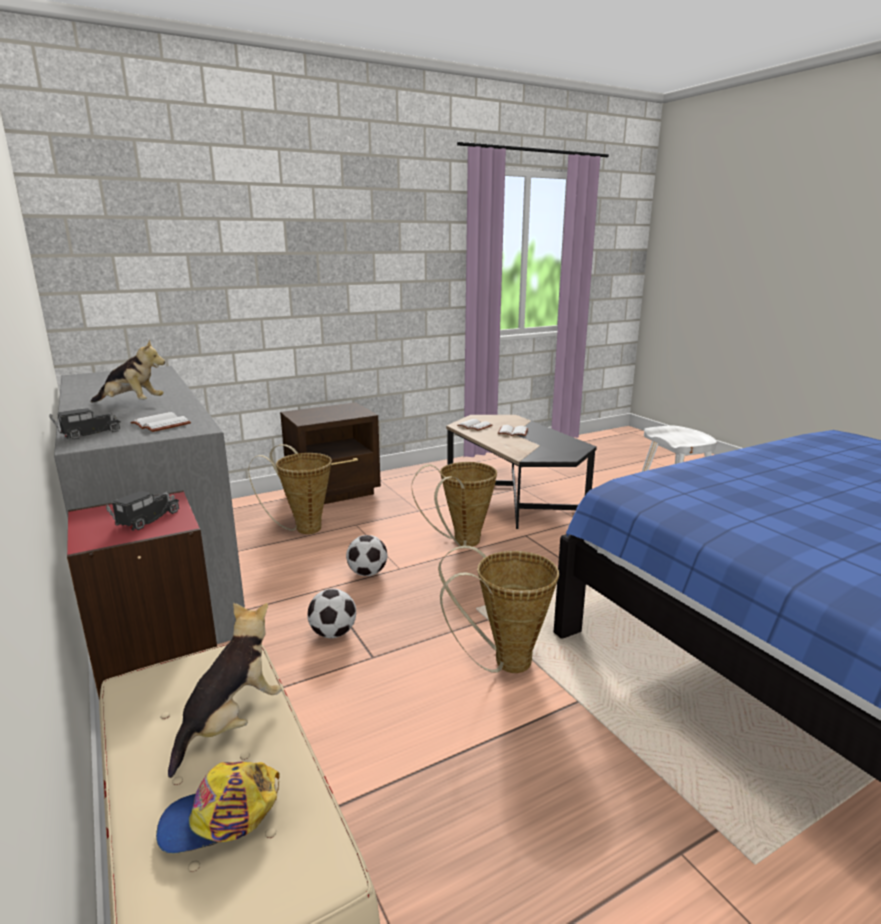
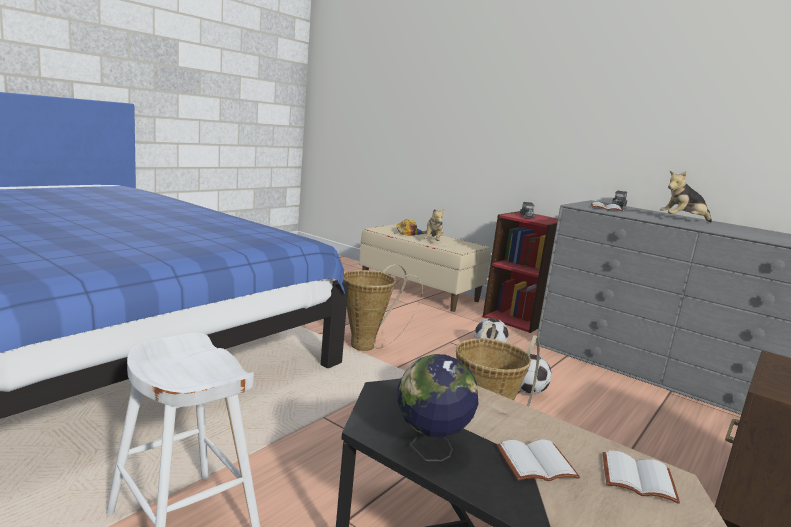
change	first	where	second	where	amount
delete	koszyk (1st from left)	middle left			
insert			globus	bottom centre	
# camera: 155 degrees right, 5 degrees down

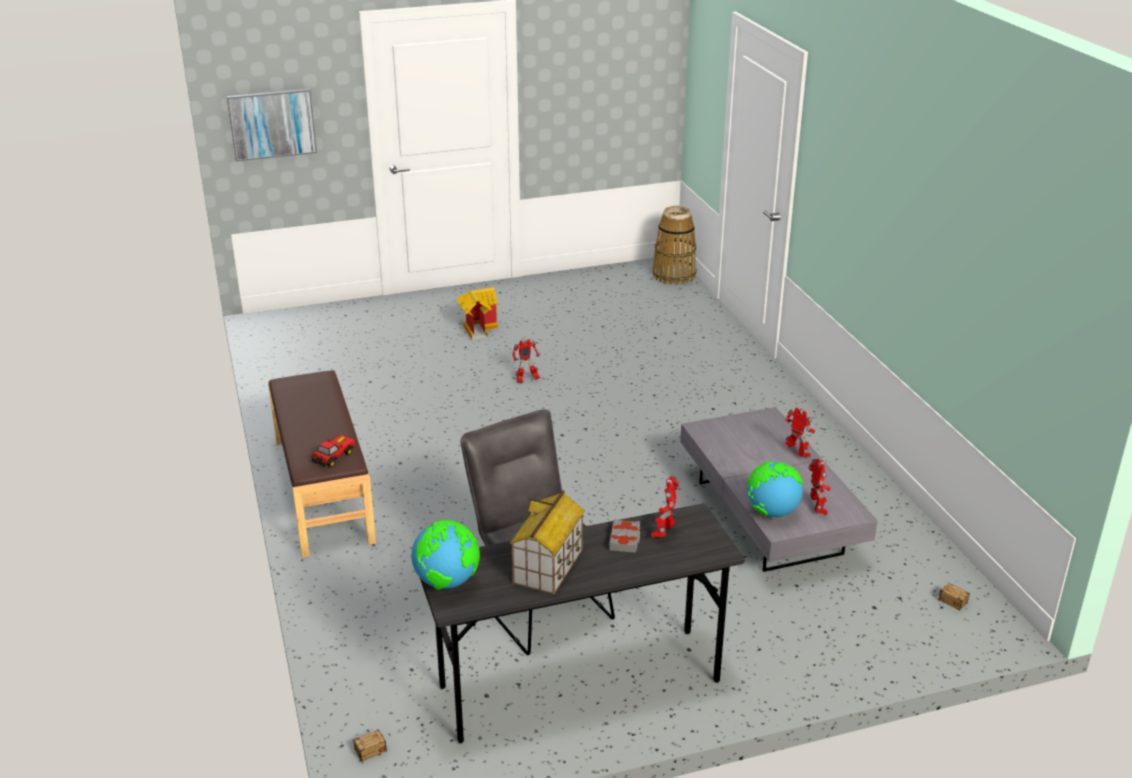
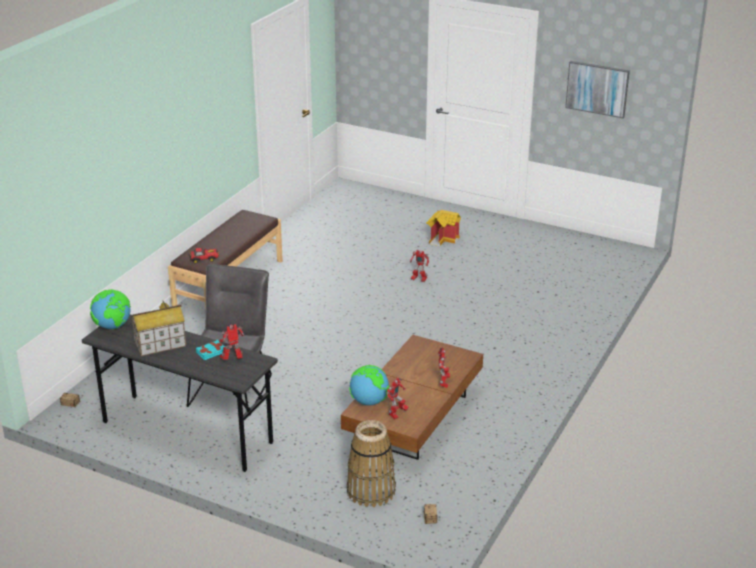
change	first	where	second	where	amount
move	obraz	top left		top right	
move	koszyk	top centre		bottom centre	
recolor	książka/szary	bottom centre	książka/turkusowy	middle left	
recolor	ława/szary	middle right	ława/brązowy	bottom centre	
# camera: 45 degrees right, 0 degrees up

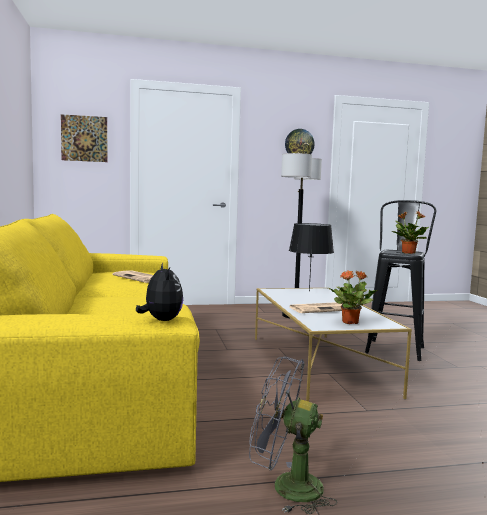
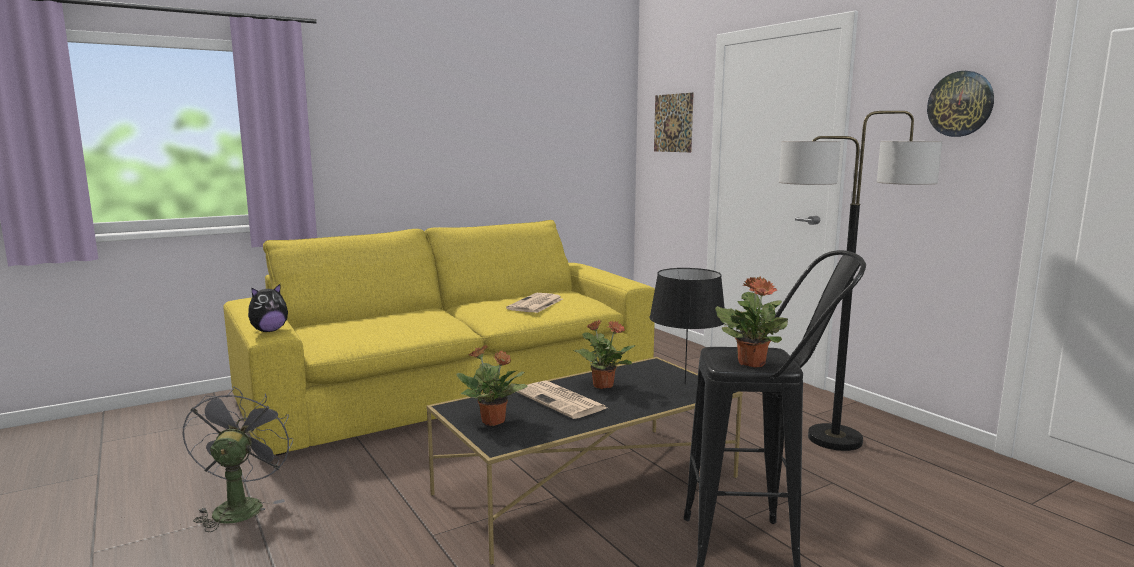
change	first	where	second	where	amount
insert			roślina doniczkowa (2nd from left)	centre	
recolor	ława/biały	bottom right	ława/czarny	bottom centre	
# camera: 70 degrees right, 5 degrees up

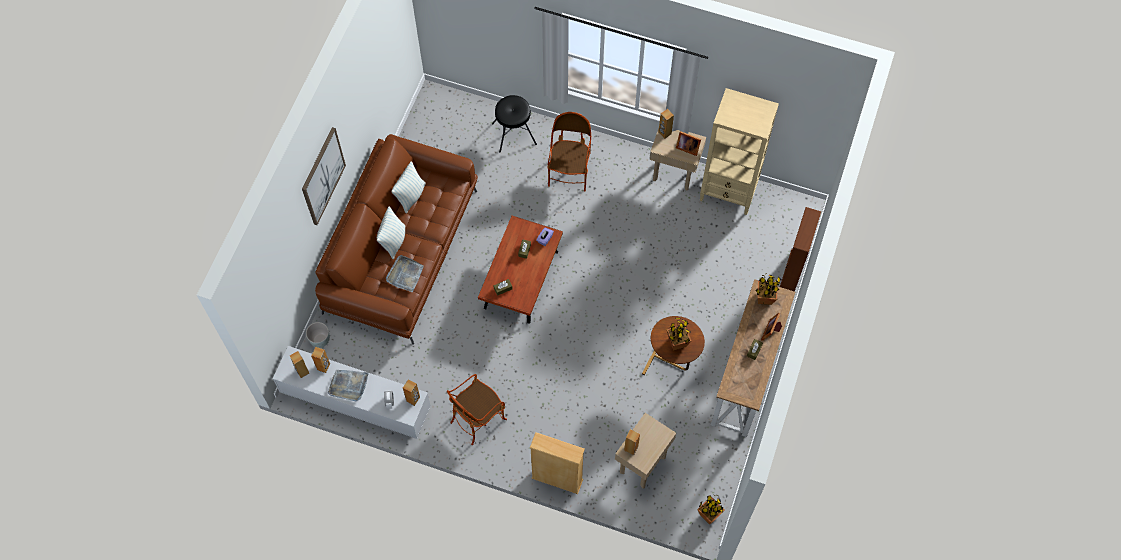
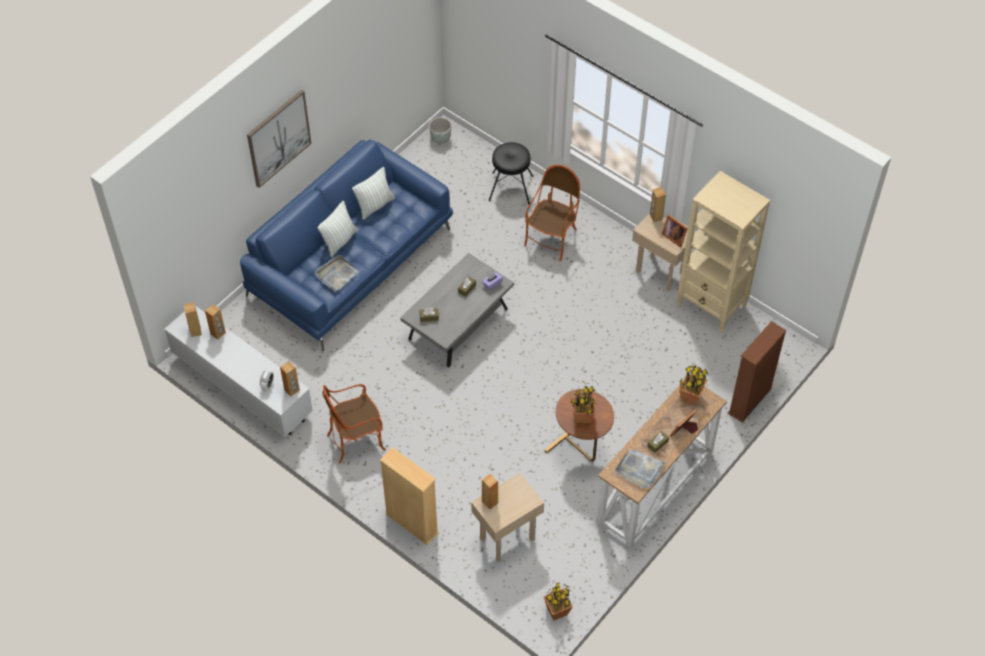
change	first	where	second	where	amount
move	donica/szary	middle left		top centre	
move	taca/szary (1st from left in the first image)	bottom left	taca/szary (2nd from left)	bottom centre	
recolor	kanapa/brązowy	centre	kanapa/niebieski	centre	
recolor	ława/brązowy	centre	ława/szary	centre	
# camera: 20 degrees right, 10 degrees down

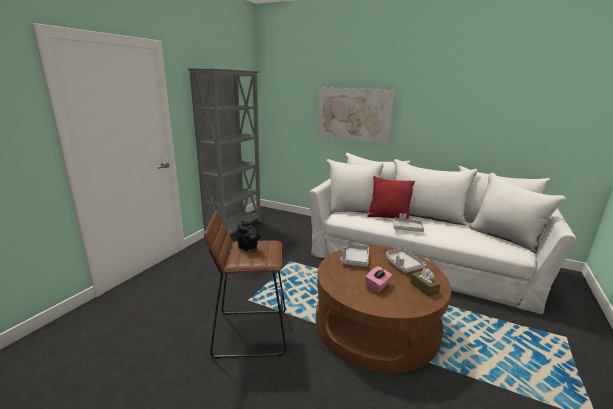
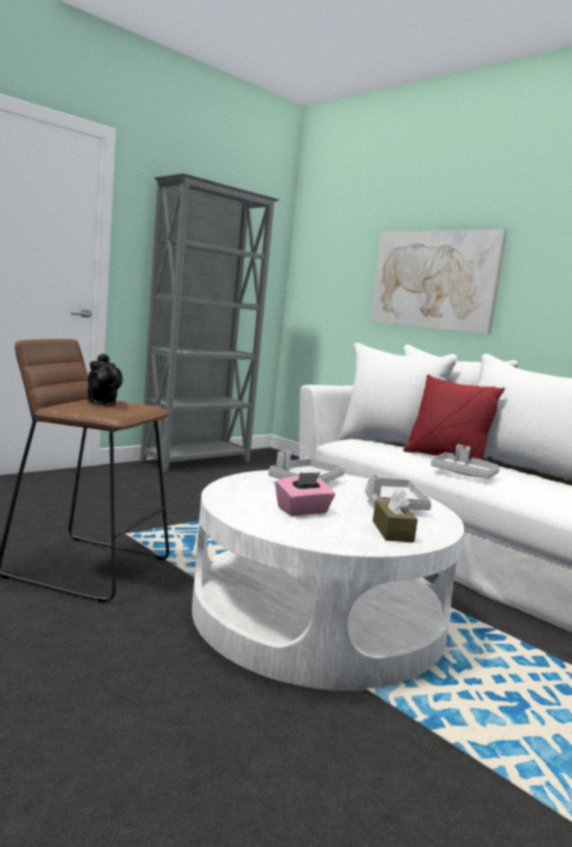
change	first	where	second	where	amount
recolor	ława/brązowy	bottom centre	ława/biały	bottom centre	
# camera: 20 degrees right, 10 degrees down

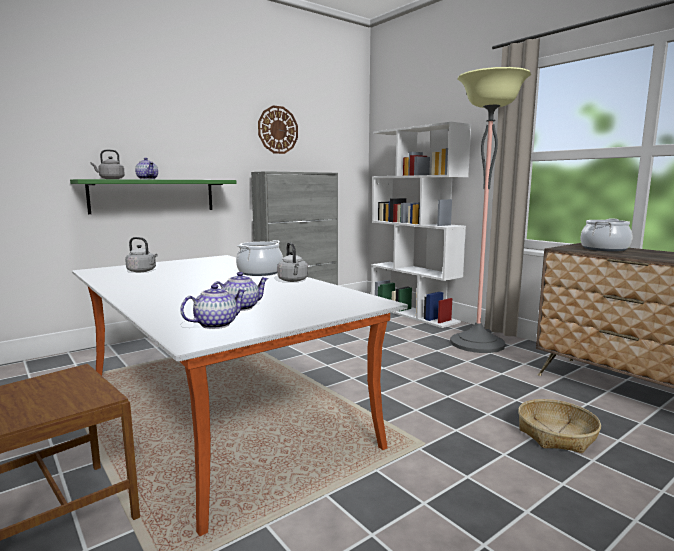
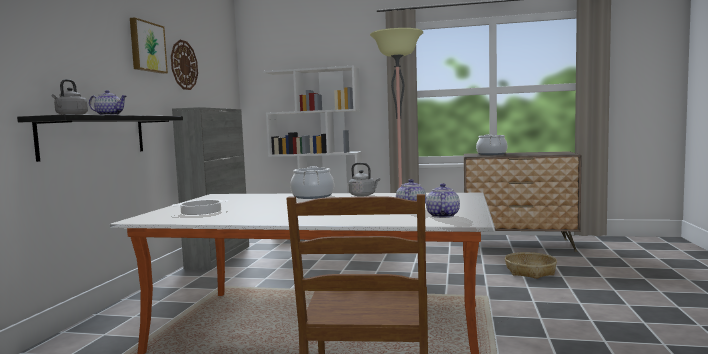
change	first	where	second	where	amount
insert			obraz	top left	
replace	czajnik/szary (2nd from left)	middle left	garnek (1st from left)	middle left	
recolor	półka/zielony	middle left	półka/czarny	middle left	
# camera: 40 degrees left, 5 degrees down

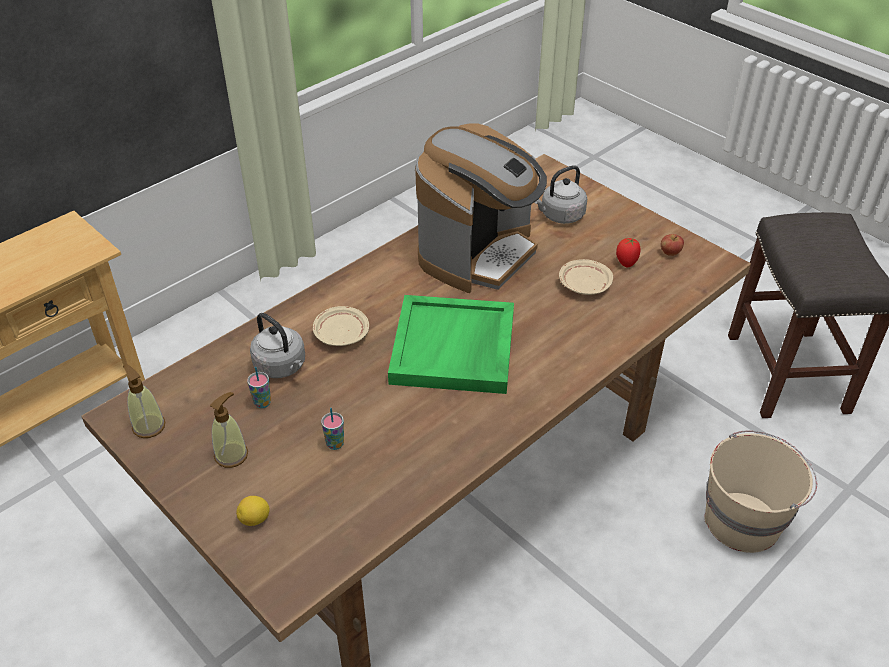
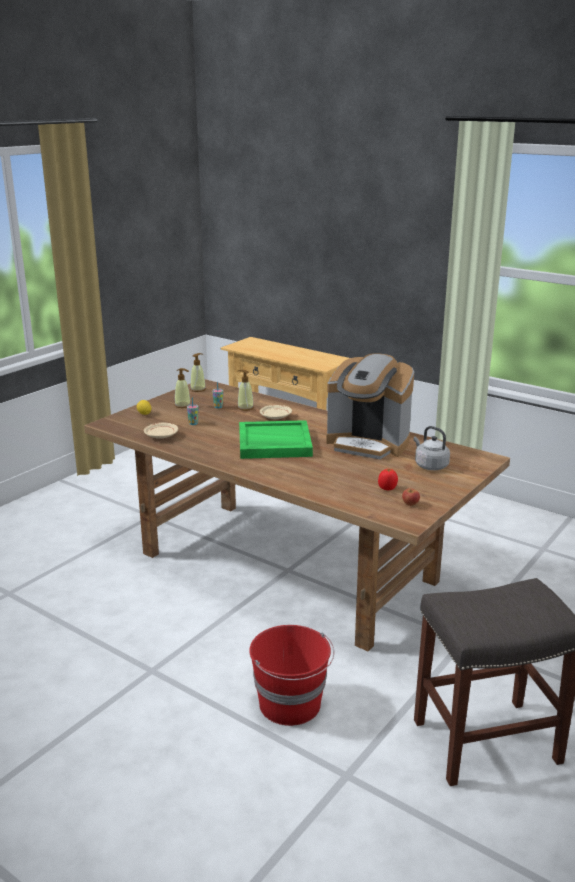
change	first	where	second	where	amount
move	talerz/beżowy (2nd from left in the first image)	centre	talerz/beżowy (1st from left)	middle left	
replace	czajnik/szary (1st from left)	middle left	dozownik mydła (3rd from left)	centre	
recolor	wiadro/beżowy	bottom right	wiadro/czerwony	bottom centre	
# camera: 80 degrees right, 20 degrees down

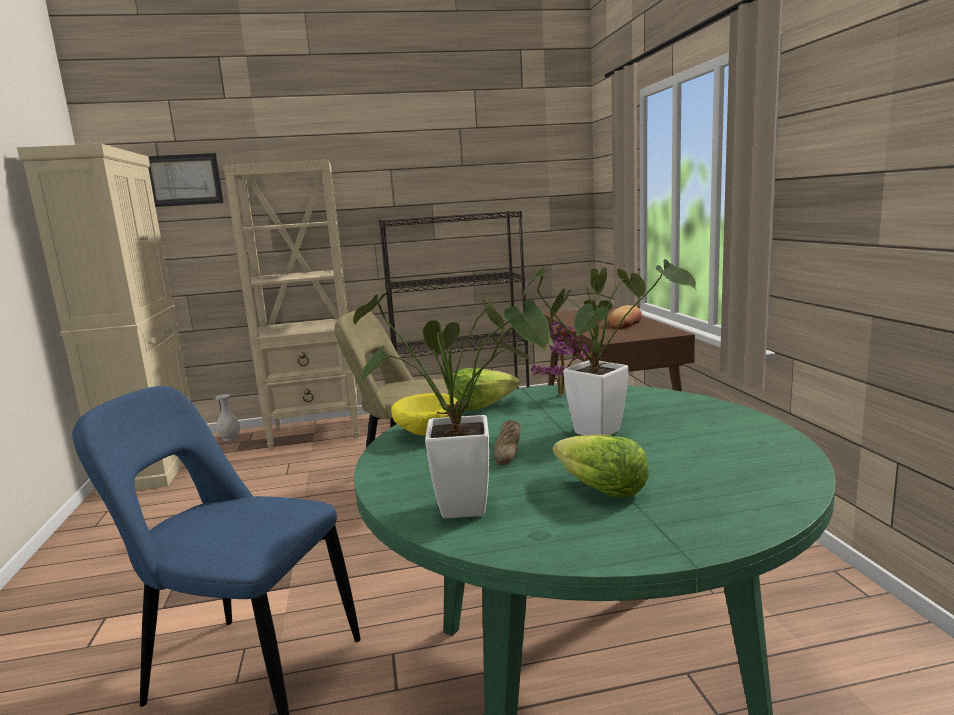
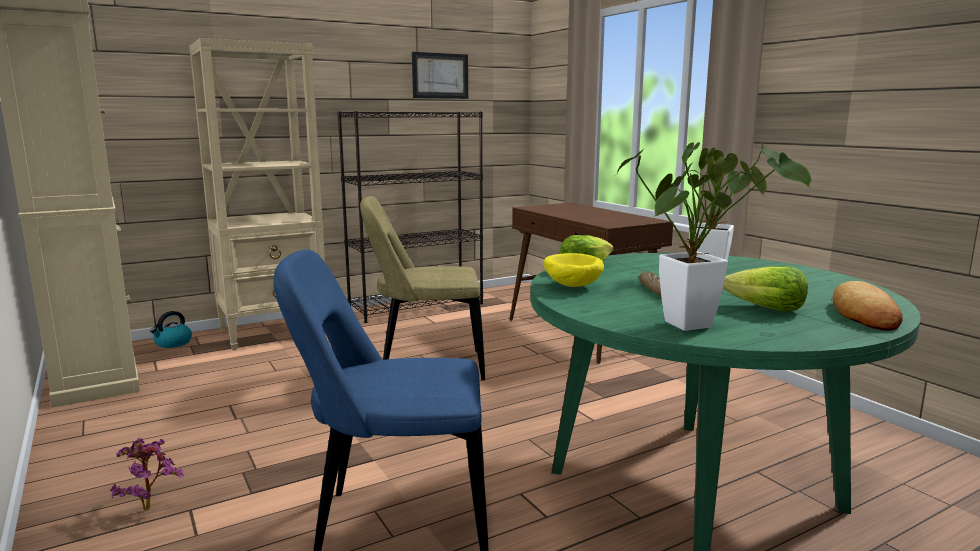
change	first	where	second	where	amount
move	obraz	top left		top centre	
move	roślina doniczkowa (2nd from left in the first image)	centre	roślina doniczkowa (1st from left)	bottom left	
move	chleb (2nd from left)	centre		middle right	
replace	wazon/biały	middle left	czajnik	middle left	
# camera: 20 degrees left, 0 degrees up

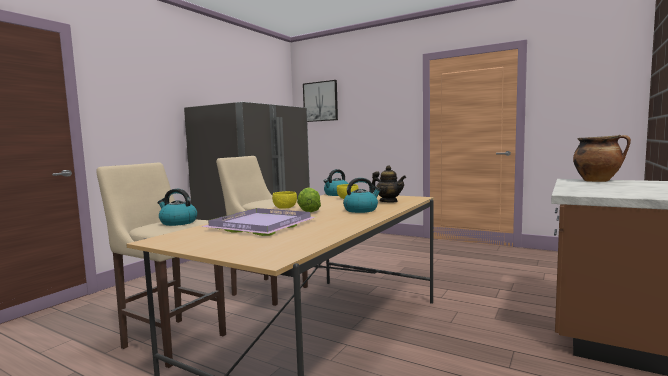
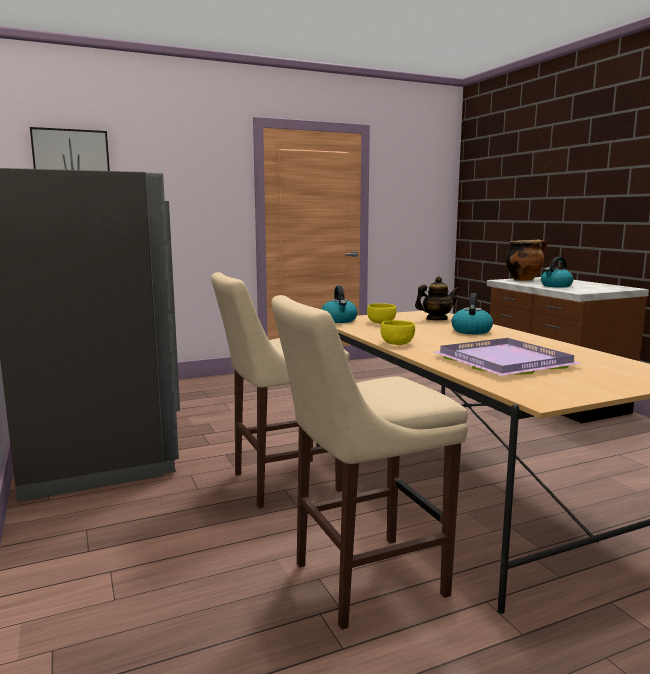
change	first	where	second	where	amount
delete	sałata	centre			
move	czajnik (1st from left in the first image)	middle left	czajnik (3rd from left)	middle right	
# camera: 55 degrees left, 5 degrees up

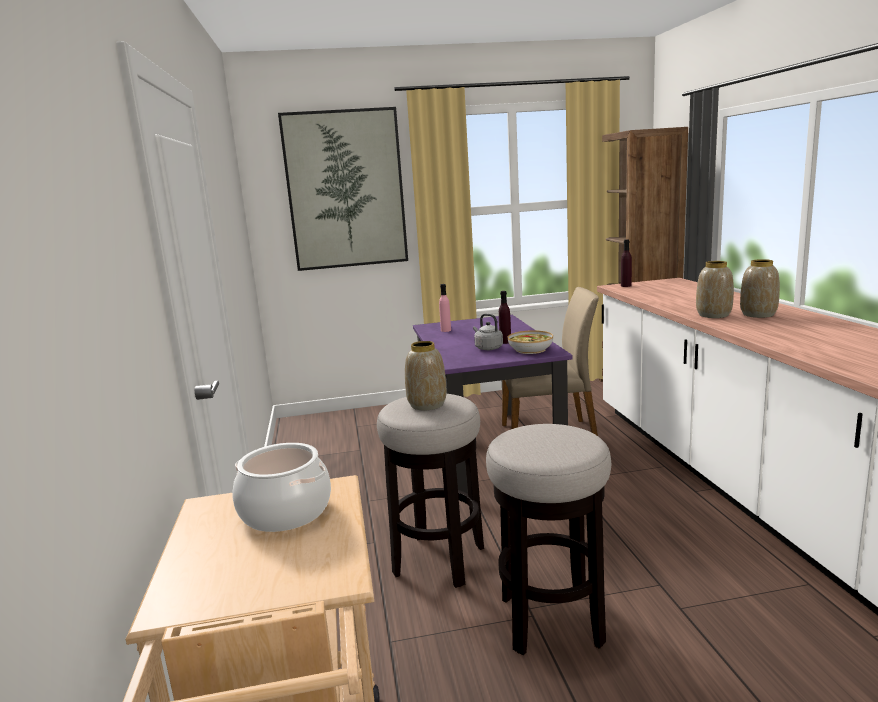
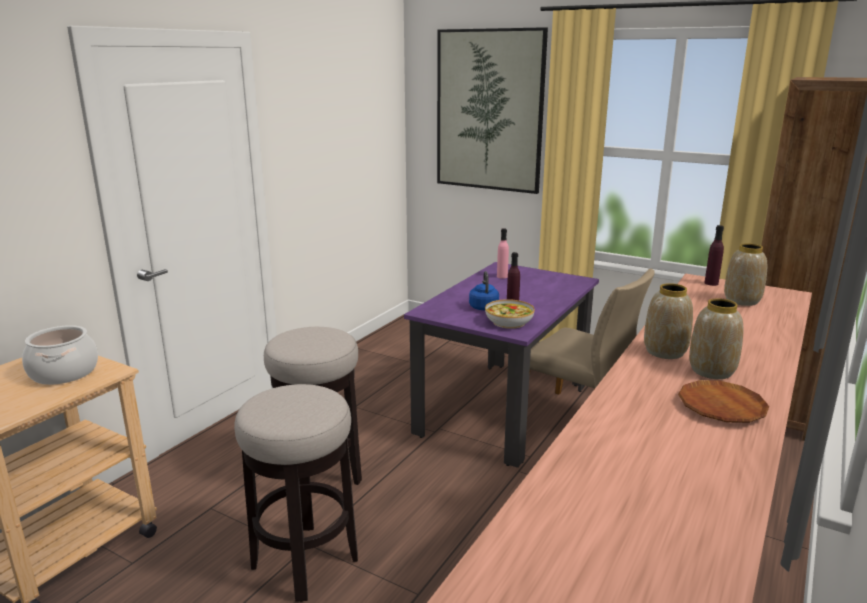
change	first	where	second	where	amount
insert			talerz/brązowy	middle right	
move	wazon (1st from left in the first image)	centre	wazon (3rd from left)	middle right	
recolor	czajnik/szary	centre	czajnik/niebieski	centre	
# camera: 40 degrees right, 5 degrees up

